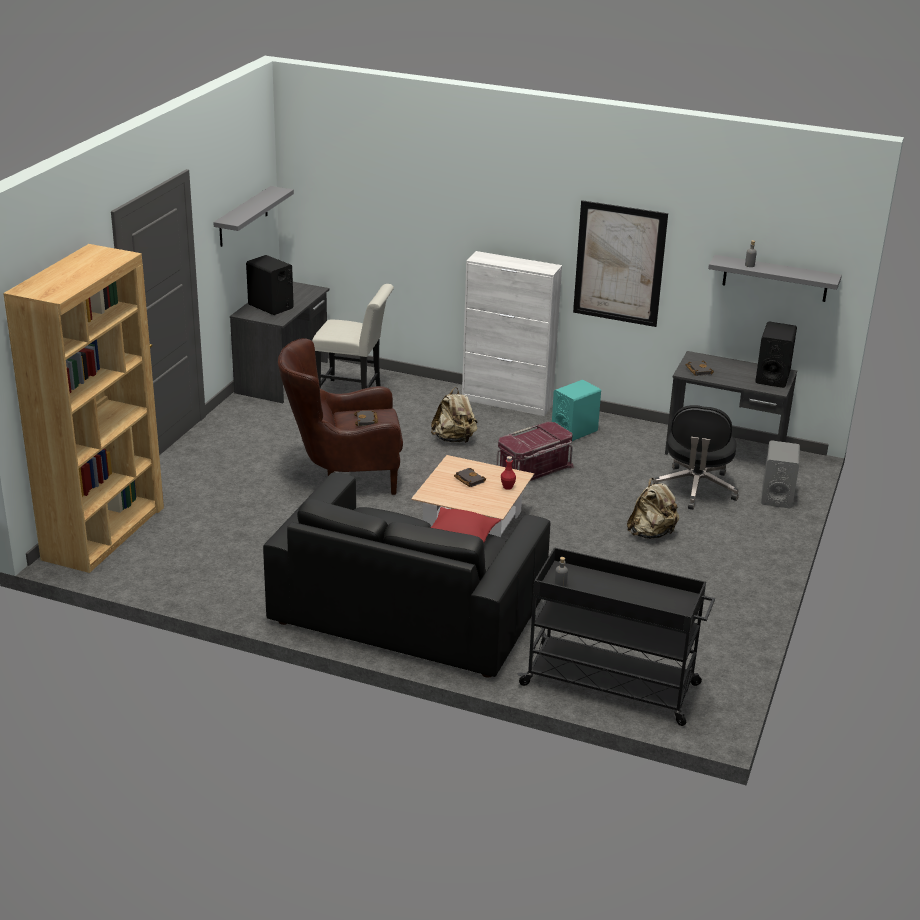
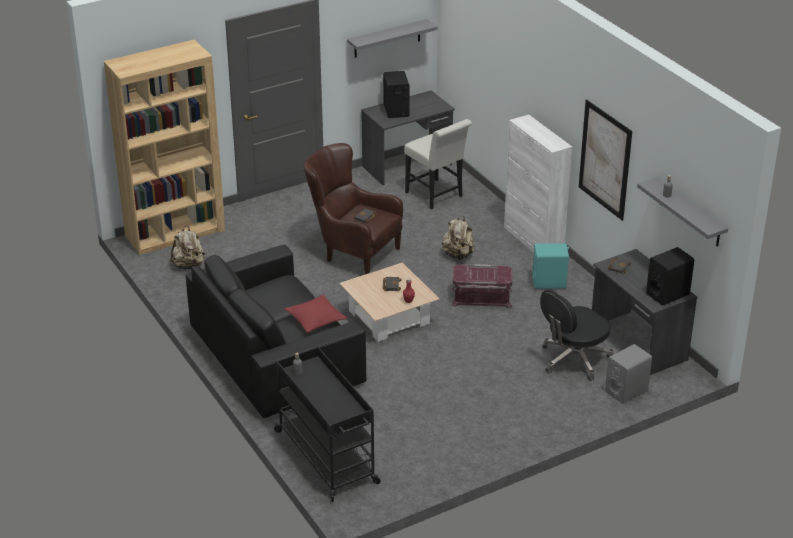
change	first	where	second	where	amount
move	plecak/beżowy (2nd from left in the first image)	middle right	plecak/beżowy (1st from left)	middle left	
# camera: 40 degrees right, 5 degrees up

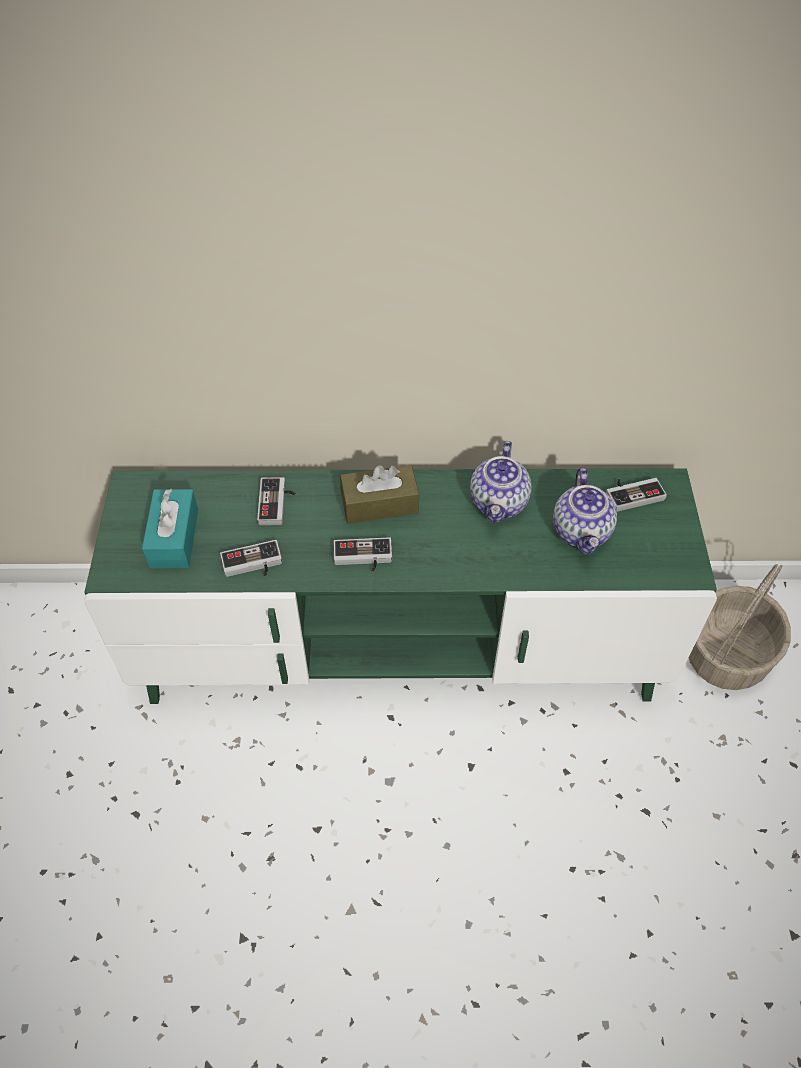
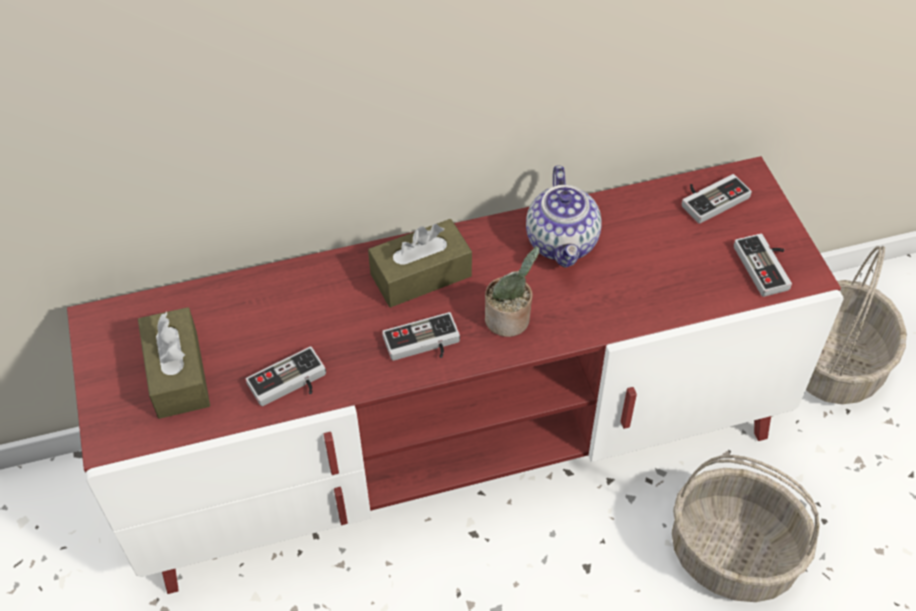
change	first	where	second	where	amount
delete	imbryk (2nd from left)	middle right			
insert			roślina doniczkowa	centre	
insert			koszyk (1st from left)	bottom right	
move	pad do gier (2nd from left in the first image)	centre	pad do gier (4th from left)	middle right	
recolor	szafka pod telewizor/zielony	centre	szafka pod telewizor/czerwony	centre	
recolor	pudełko chusteczek/turkusowy	middle left	pudełko chusteczek/brązowy (1st from left)	middle left	
# camera: 15 degrees left, 0 degrees up

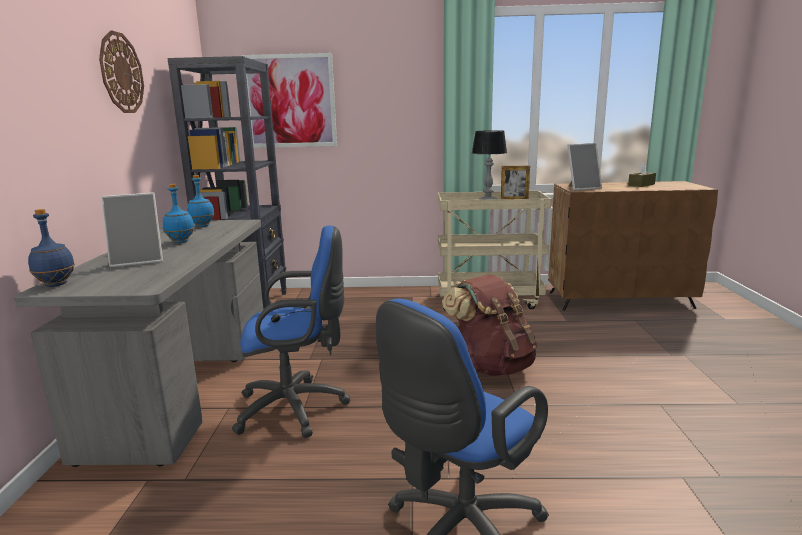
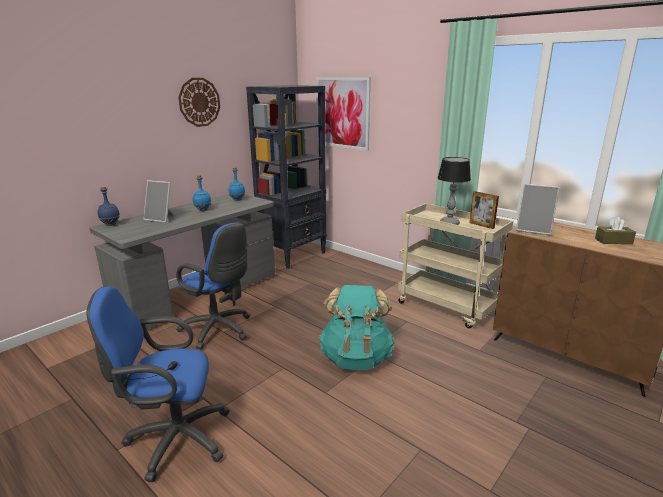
change	first	where	second	where	amount
recolor	plecak/brązowy	centre	plecak/turkusowy	centre	
# camera: 40 degrees right, 5 degrees up

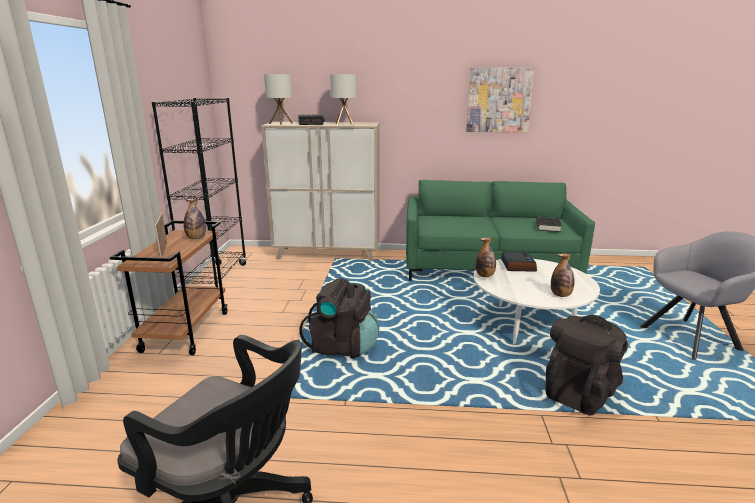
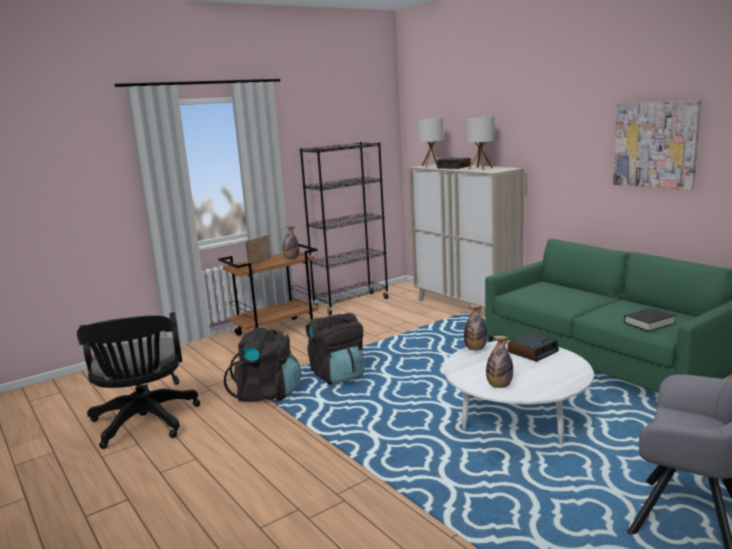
change	first	where	second	where	amount
move	plecak/czarny (2nd from left in the first image)	bottom right	plecak/czarny (1st from left)	centre	
# camera: 50 degrees right, 5 degrees down

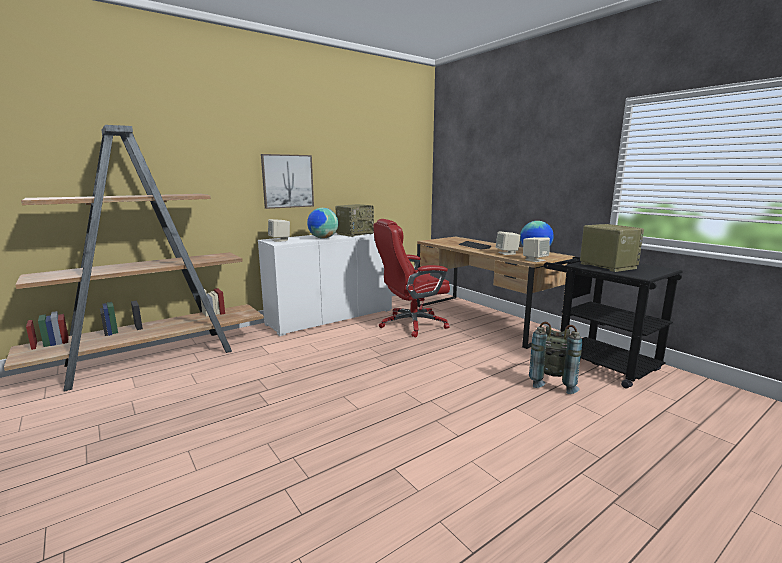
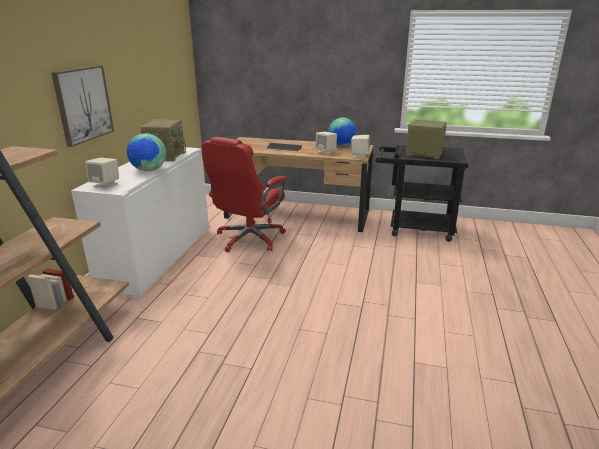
change	first	where	second	where	amount
delete	plecak/szary	middle right			
# camera: 40 degrees left, 10 degrees up

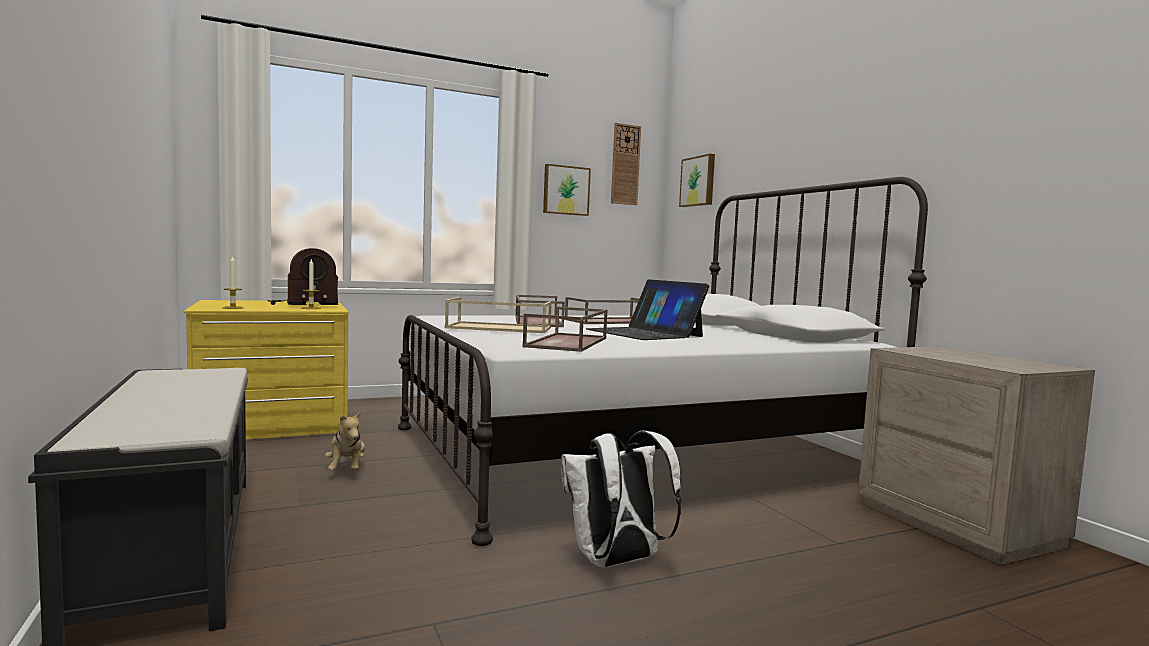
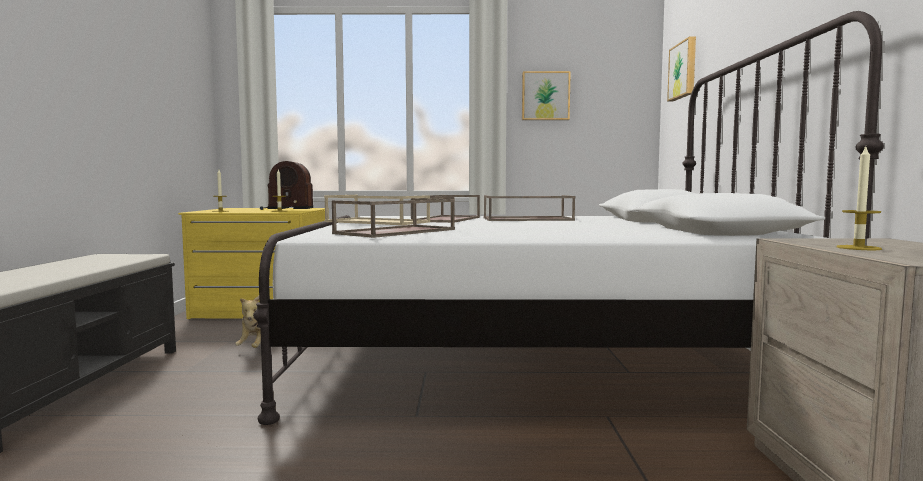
change	first	where	second	where	amount
delete	plecak/biały	bottom centre			
delete	laptop	centre			
delete	zegar ścienny	top centre			
insert			świeca (3rd from left)	middle right	
# camera: 25 degrees right, 0 degrees up

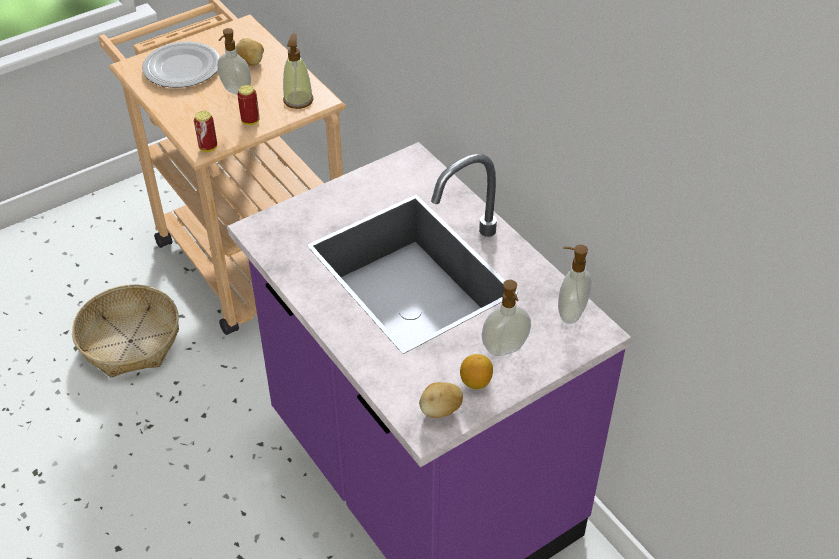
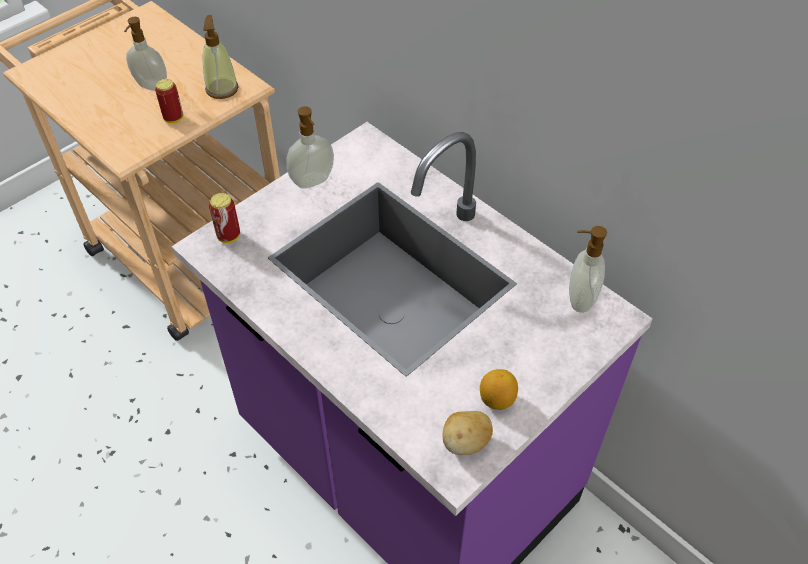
change	first	where	second	where	amount
delete	koszyk	middle left			
delete	talerz	top left			
delete	ziemniak (1st from left)	top left			
move	puszka (1st from left in the first image)	top left	puszka (2nd from left)	middle left	
move	dozownik mydła (3rd from left)	centre		top centre	
# camera: 10 degrees left, 5 degrees up

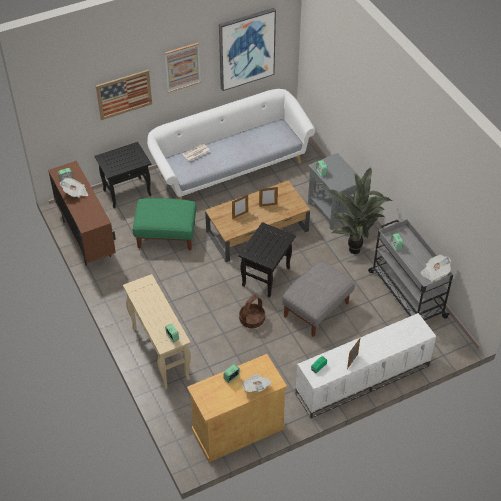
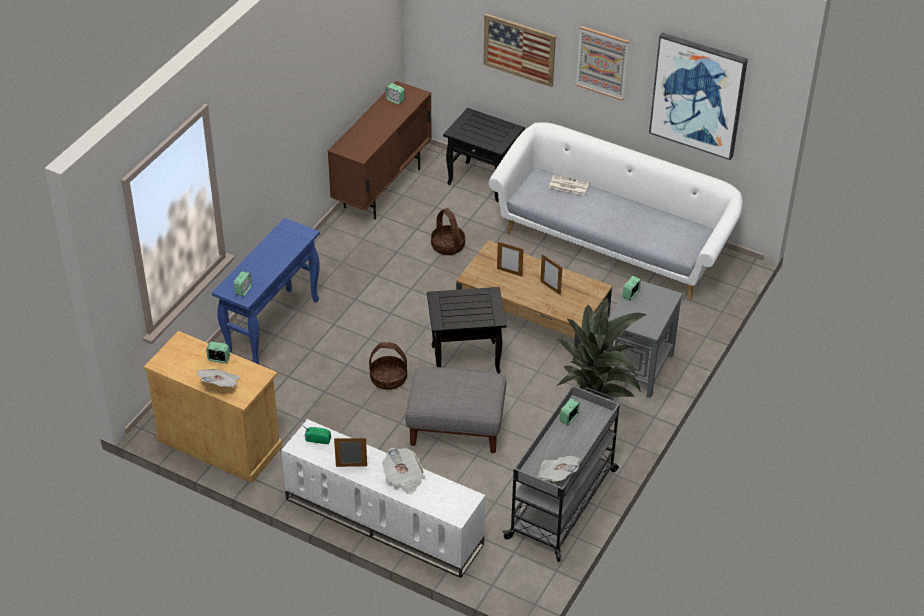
change	first	where	second	where	amount
move	gazeta (1st from left in the first image)	middle left	gazeta (2nd from left)	bottom centre	
replace	pufa/zielony	middle left	koszyk (2nd from left)	centre	
recolor	stolik konsolowy/beżowy	middle left	stolik konsolowy/niebieski	middle left	
# camera: 55 degrees right, 5 degrees down

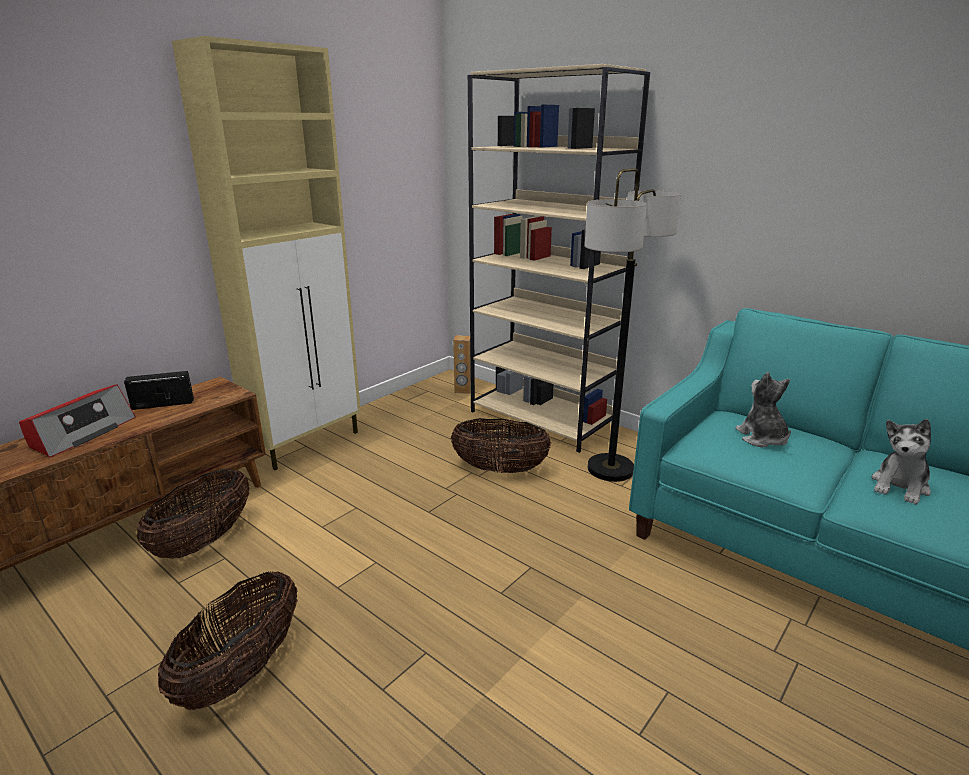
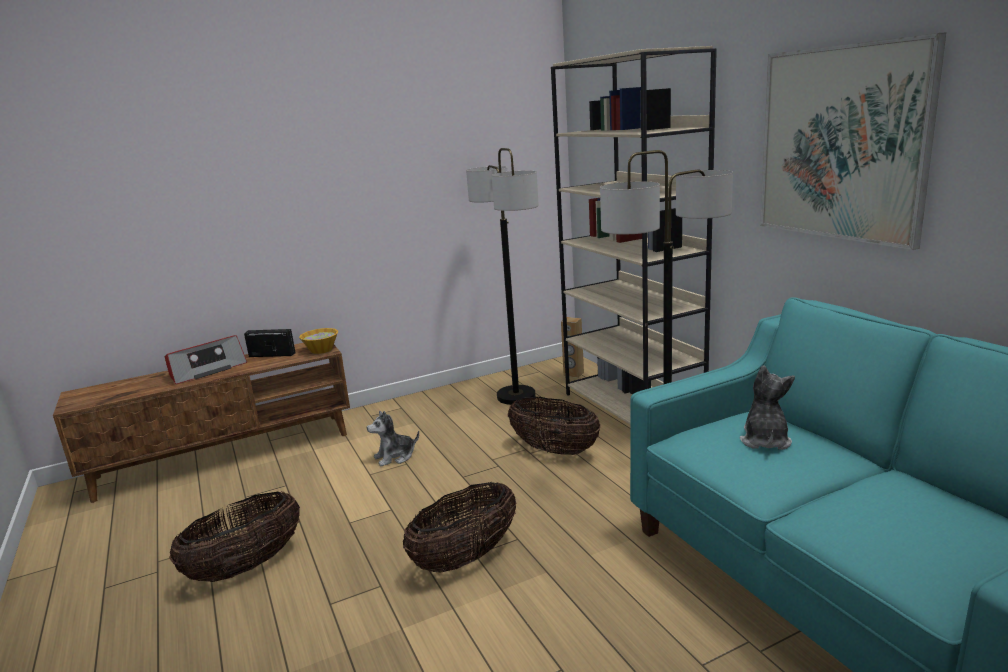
change	first	where	second	where	amount
delete	szafka/beżowy	top left			
insert			miska	middle left	
insert			lampa stojąca (1st from left)	centre	
insert			obraz	top right	
move	koszyk (1st from left in the first image)	middle left	koszyk (2nd from left)	bottom centre	
move	pluszak (2nd from left in the first image)	middle right	pluszak (1st from left)	centre	
# camera: 25 degrees right, 5 degrees down

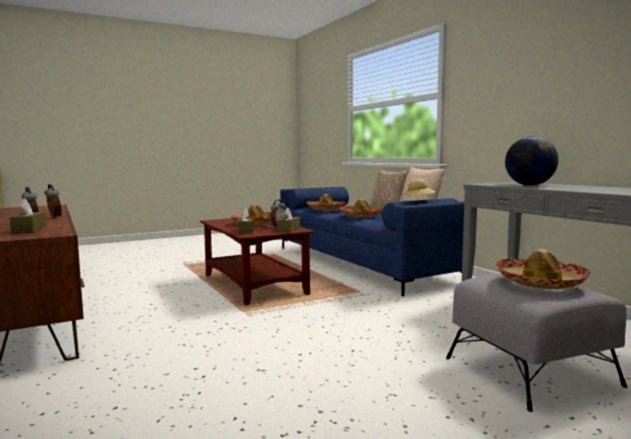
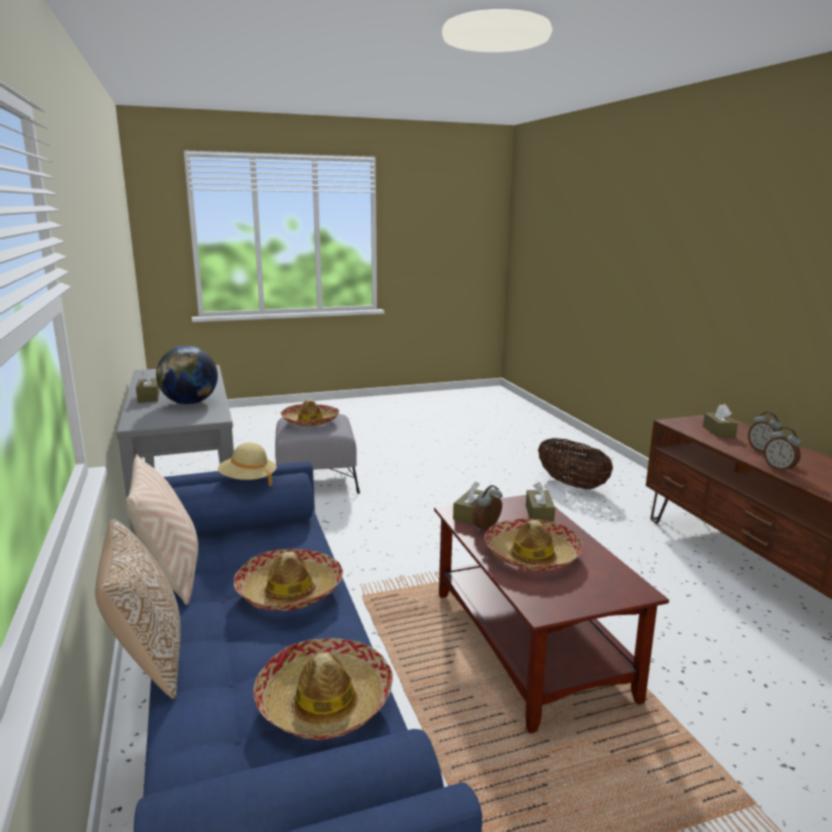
change	first	where	second	where	amount
insert			pudełko chusteczek/brązowy (1st from left)	middle left	
insert			koszyk	middle right	
# camera: 170 degrees left, 10 degrees up

